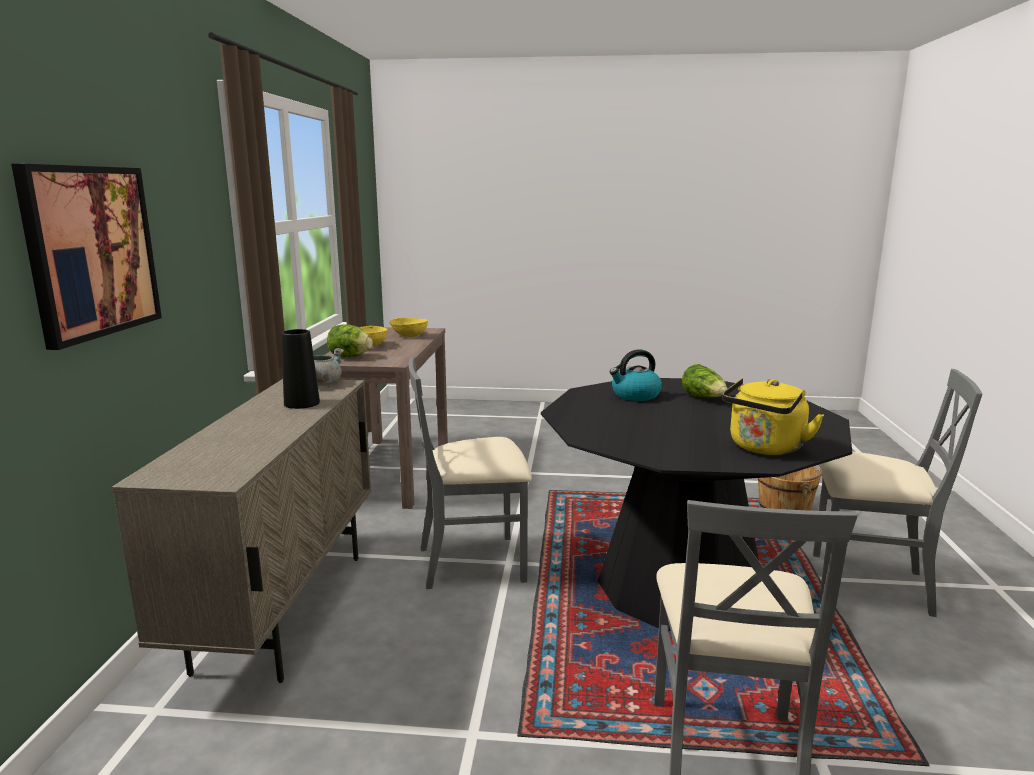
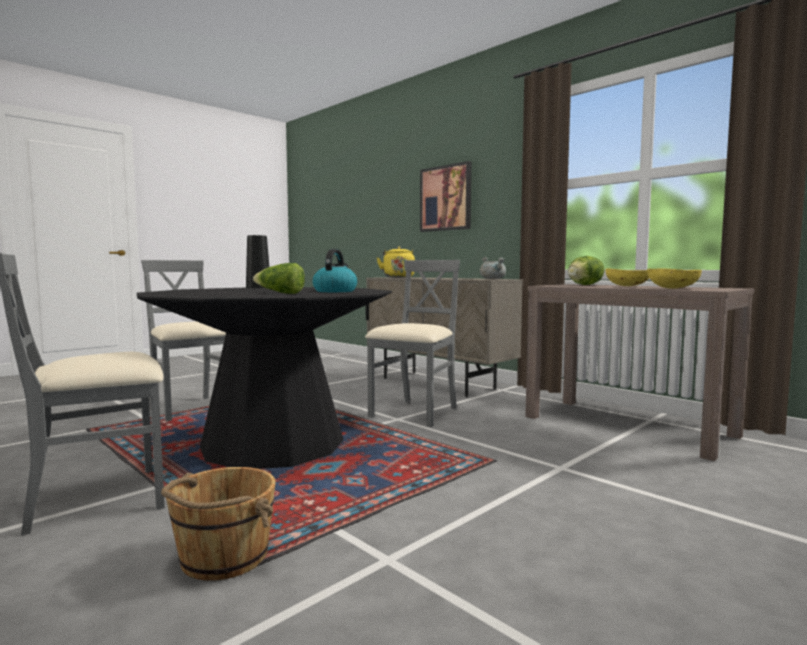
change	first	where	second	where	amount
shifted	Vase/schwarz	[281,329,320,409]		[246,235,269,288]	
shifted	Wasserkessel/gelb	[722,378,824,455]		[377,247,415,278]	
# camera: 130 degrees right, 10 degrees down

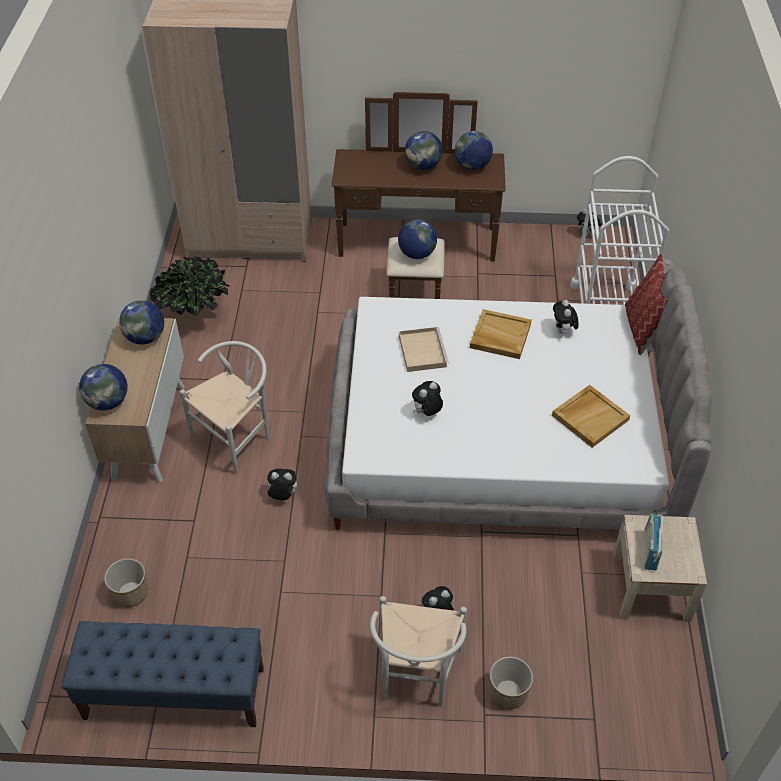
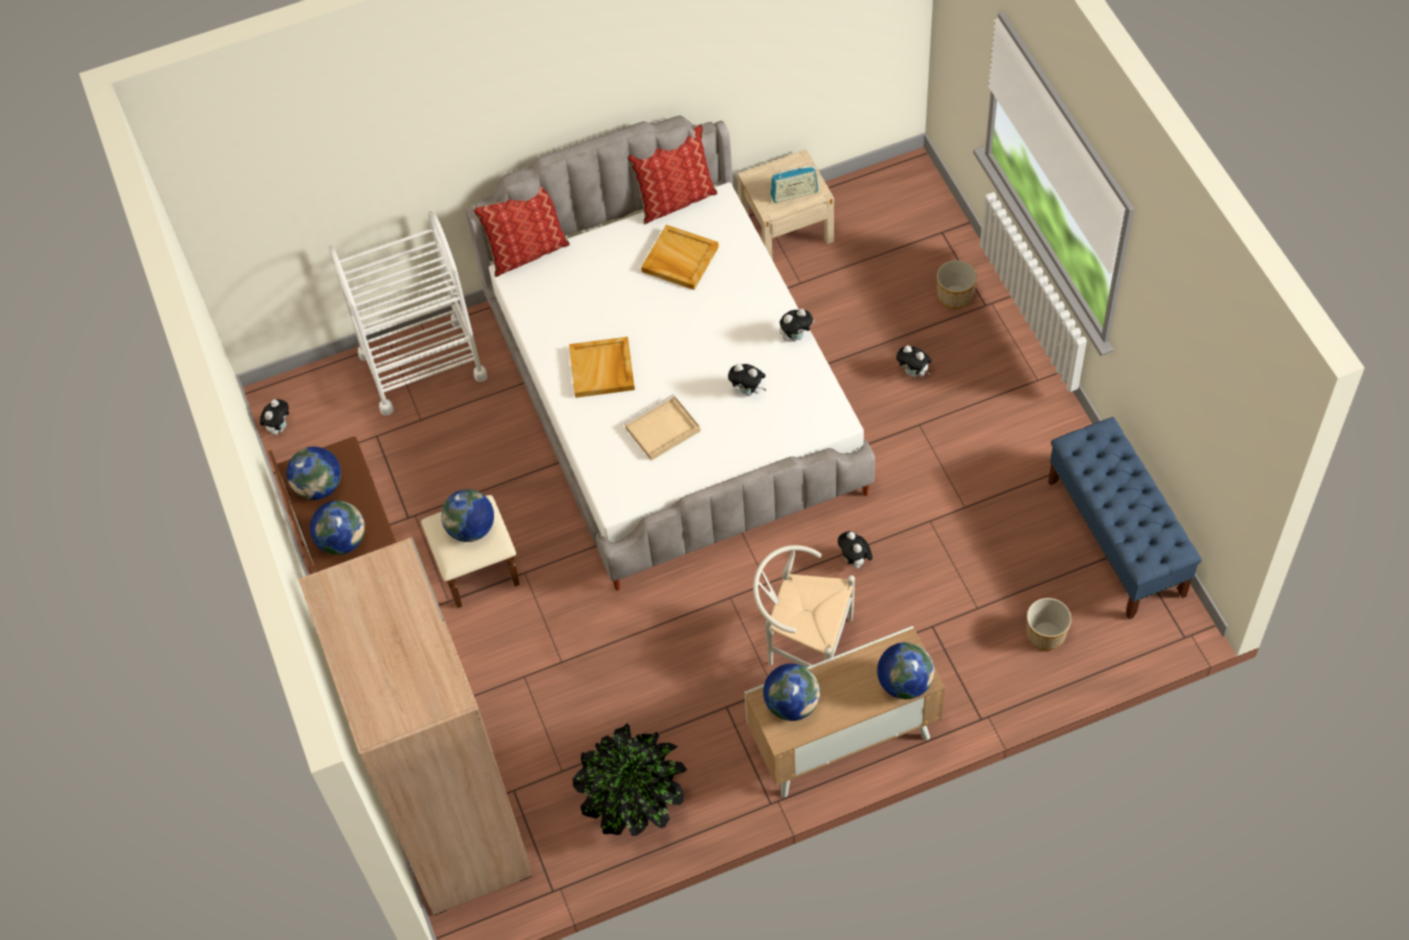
change	first	where	second	where	amount
gone	Stuhl/weiß	[370,596,467,707]			
new			Kissen	[628,123,717,224]	
shifted	Plüschtier	[553,300,579,334]		[780,309,814,342]	
# camera: 110 degrees left, 10 degrees up

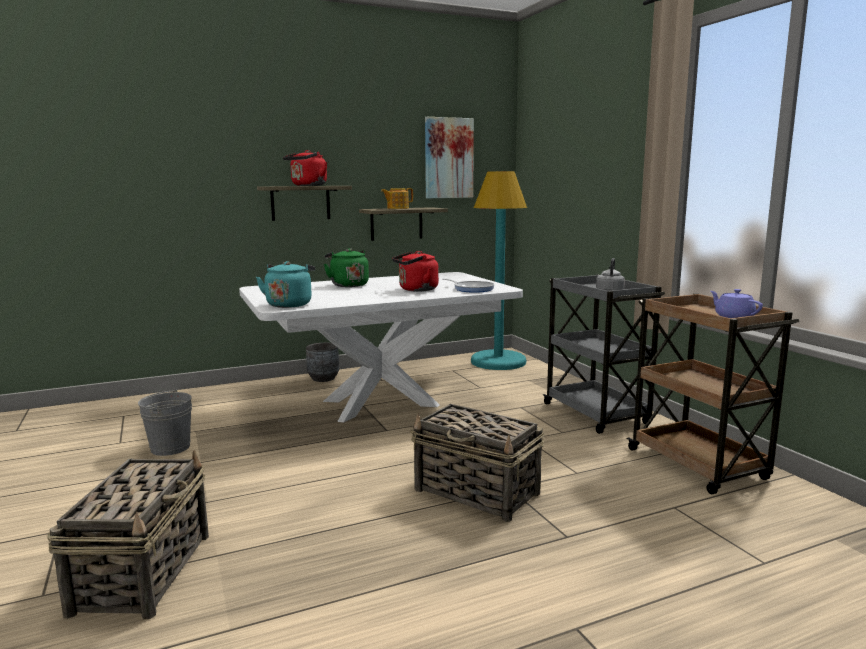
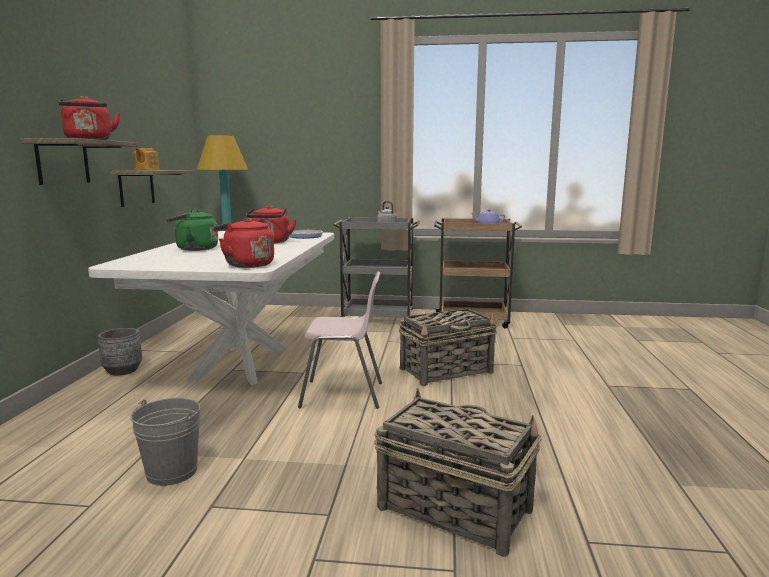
change	first	where	second	where	amount
gone	Bild	[425,117,474,198]			
new			Stuhl/rosa	[298,272,382,409]	
repainted	Wasserkessel/türkis	[256,261,315,308]	Wasserkessel/rot	[214,218,274,268]	
# camera: 60 degrees left, 0 degrees up

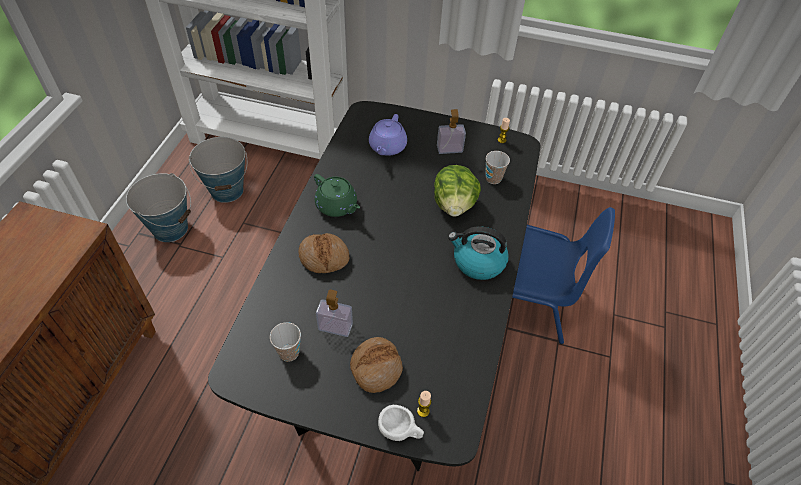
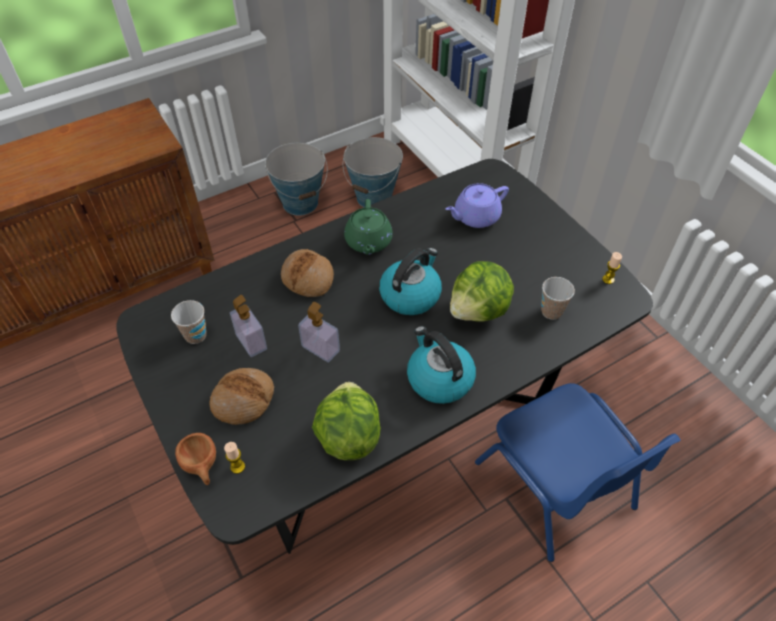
change	first	where	second	where	amount
new			Salatkopf	[312,382,381,460]	
new			Wasserkessel	[379,248,442,315]	
shifted	Seifenspender	[437,109,466,154]		[298,302,340,363]	
repainted	Tasse/weiß	[378,405,424,441]	Tasse/braun	[175,433,216,485]	
# camera: 45 degrees right, 0 degrees up

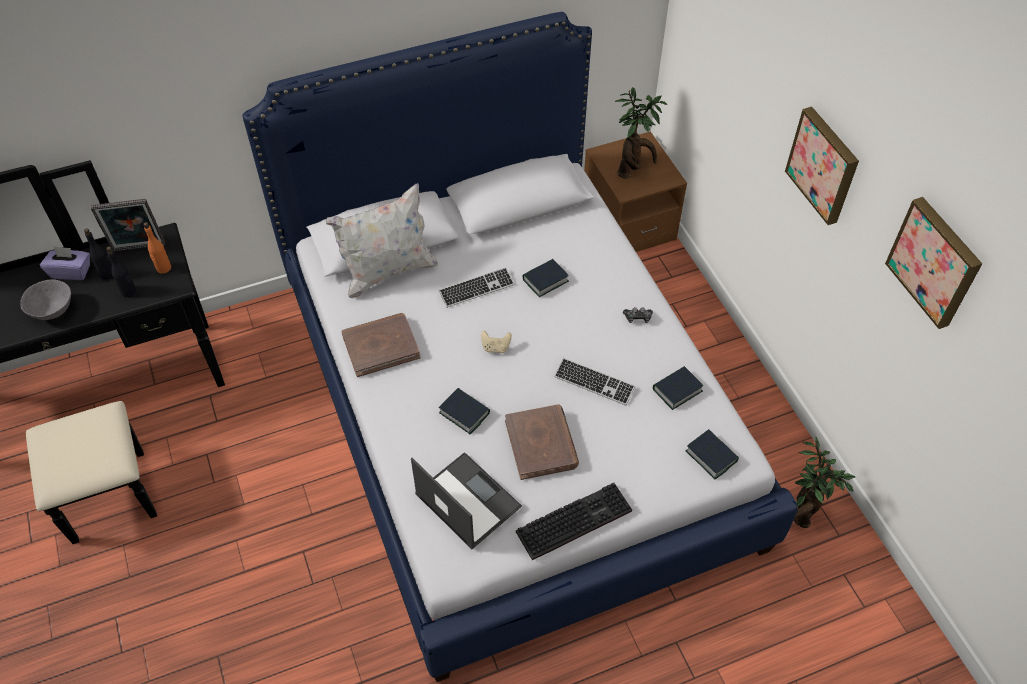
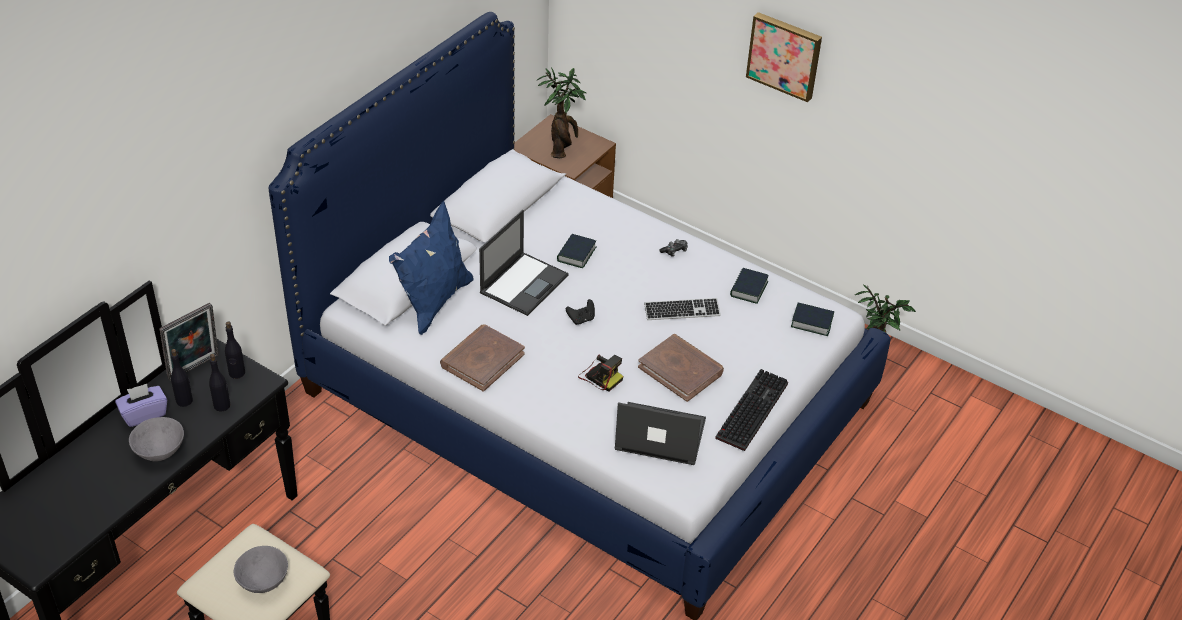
change	first	where	second	where	amount
gone	Bild	[885,197,982,329]			
new			Schüssel/grau	[234,546,288,593]	
swapped	Tastatur	[439,267,514,308]	Laptop	[479,210,569,316]	
swapped	Buch	[439,388,490,434]	Kamera	[578,354,623,392]	
repainted	Flasche/orange	[143,222,171,273]	Flasche/schwarz	[225,321,245,379]	
repainted	Kissen/weiß	[326,183,438,298]	Kissen/blau	[389,201,474,335]	
repainted	Gamepad/beige	[481,330,512,353]	Gamepad/schwarz	[566,299,595,325]	
# camera: 35 degrees left, 10 degrees down

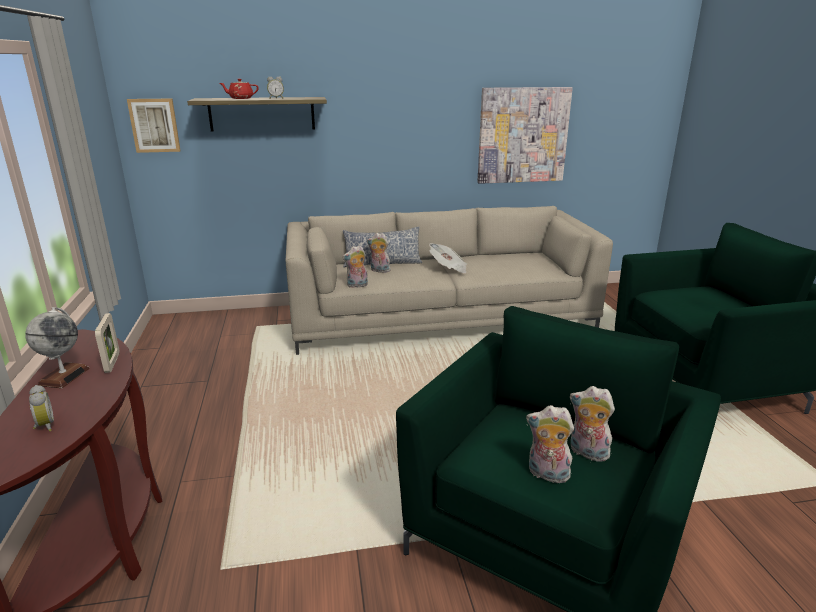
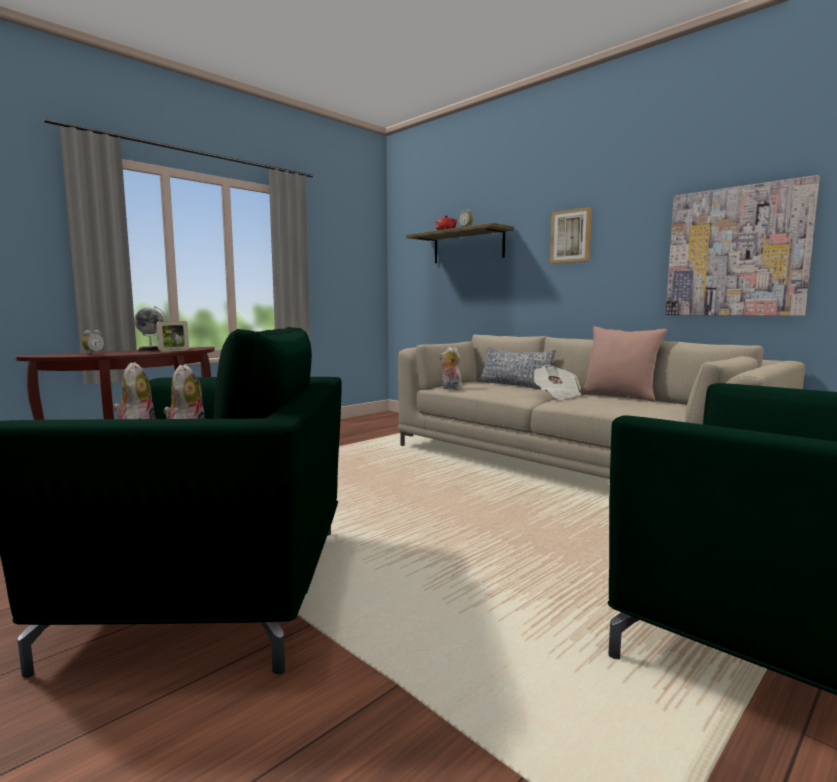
change	first	where	second	where	amount
gone	Plüschtier	[367,233,391,273]			
new			Kissen/rosa	[582,326,667,402]	
shifted	Bild	[127,99,181,153]		[550,207,592,264]	
# camera: 55 degrees right, 15 degrees down

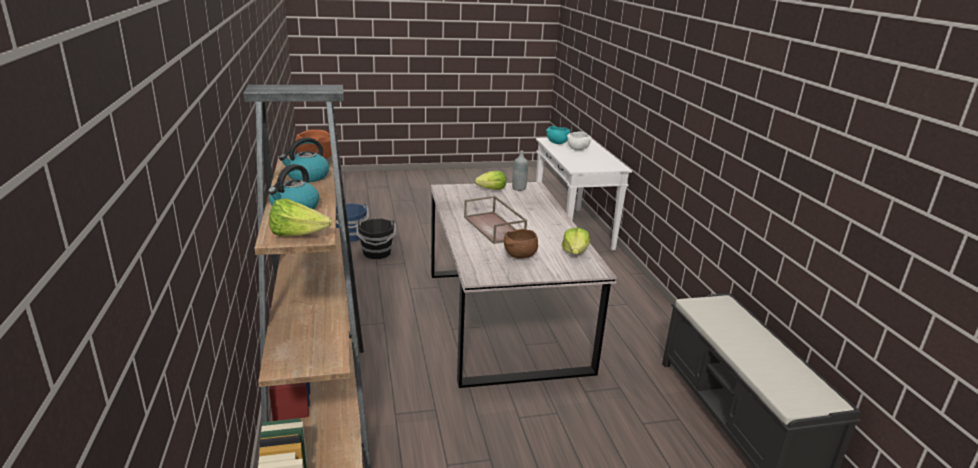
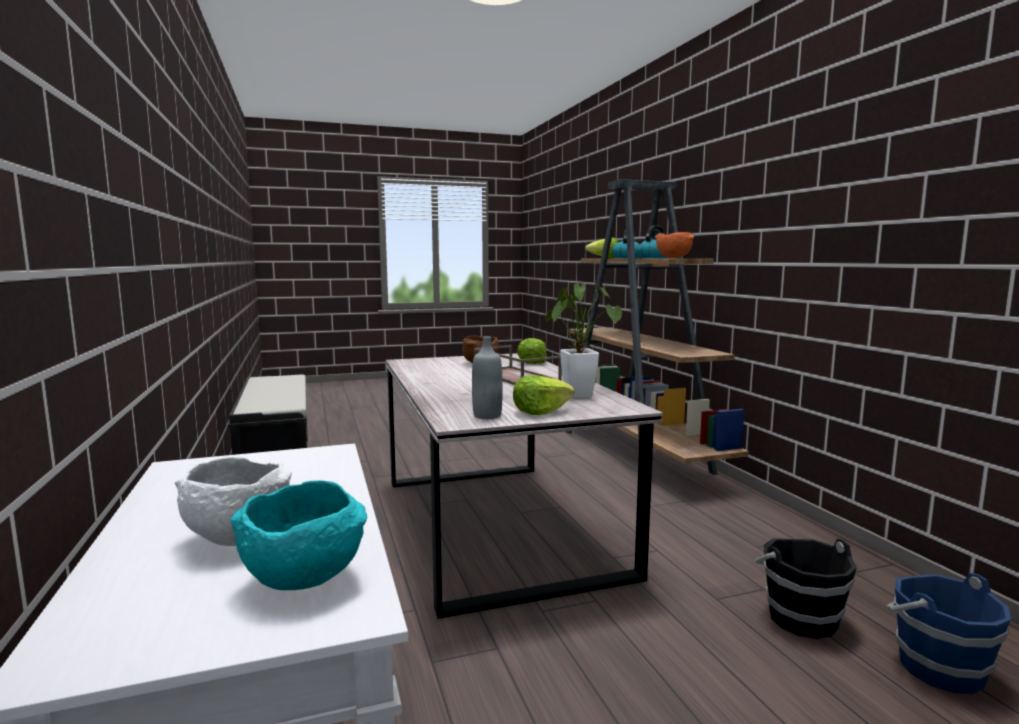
change	first	where	second	where	amount
new			Topfpflanze	[545,282,622,398]	
shifted	Salatkopf	[562,227,590,255]		[517,338,547,364]	
# camera: 175 degrees right, 15 degrees down

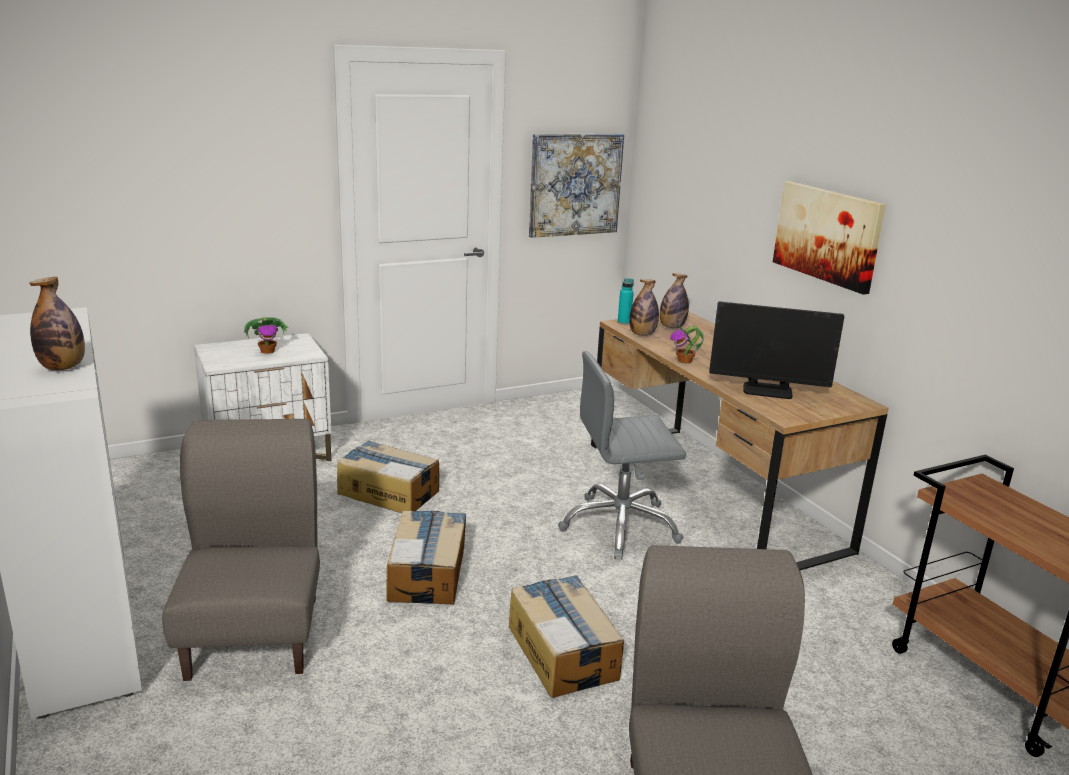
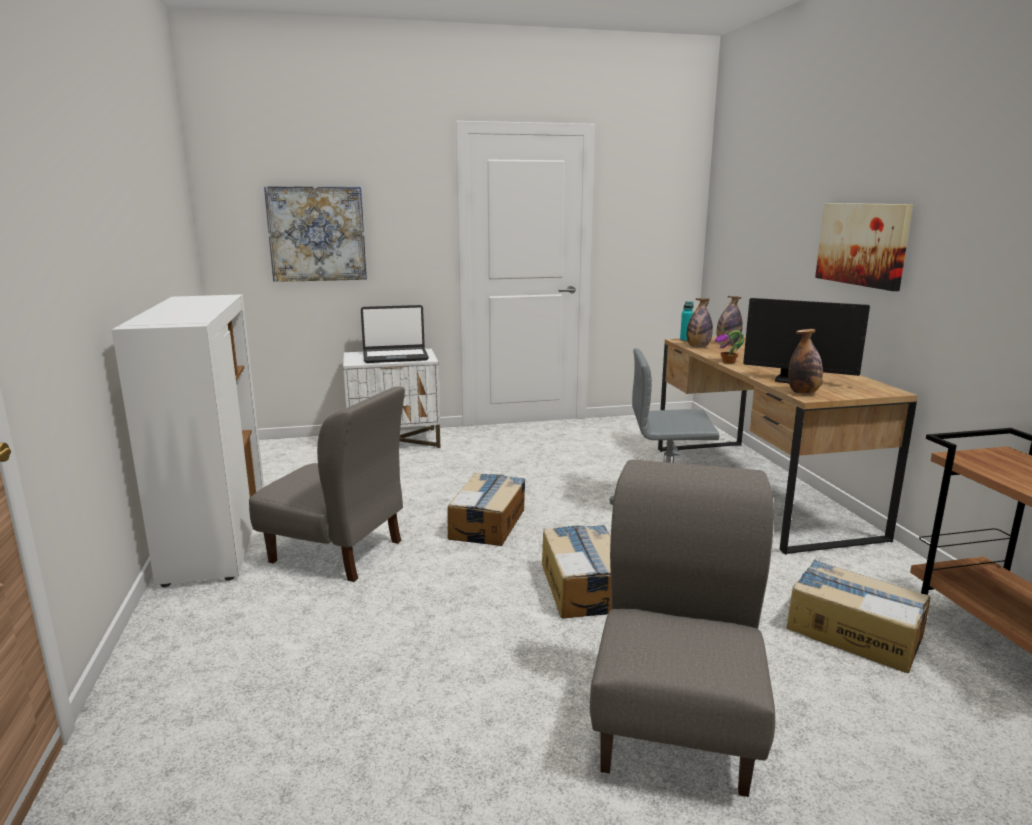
change	first	where	second	where	amount
shifted	Flasche	[29,277,85,370]		[788,329,823,394]	
shifted	Karton	[337,440,439,513]		[787,559,931,673]	
shifted	Bild	[529,133,624,238]		[264,186,367,282]	
swapped	Topfpflanze	[244,317,289,354]	Laptop	[361,305,429,363]	
rotated	Stuhl/grau	[162,419,320,681]		[249,386,405,582]	105 degrees clockwise
# camera: 15 degrees right, 5 degrees down

